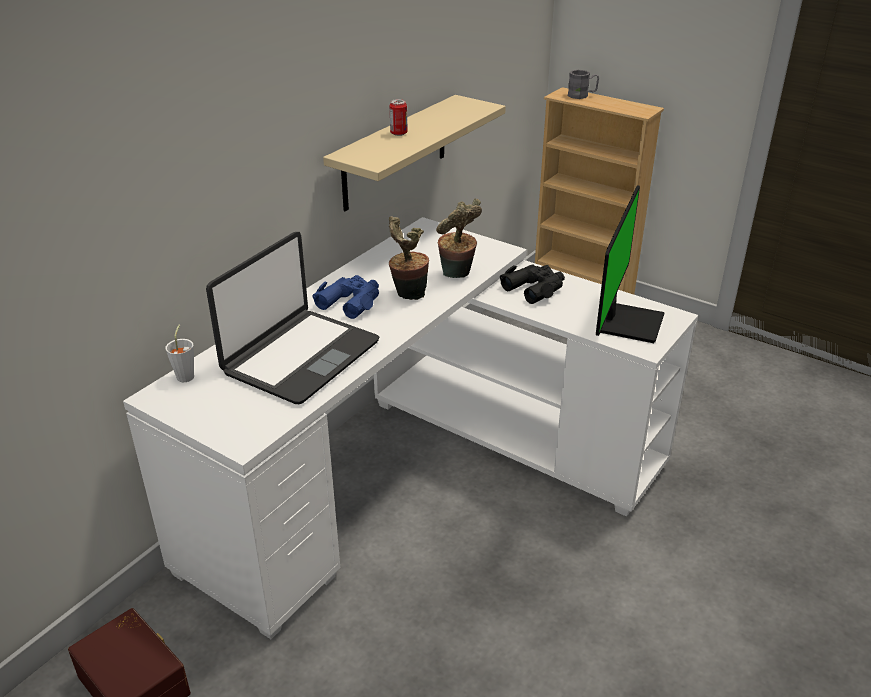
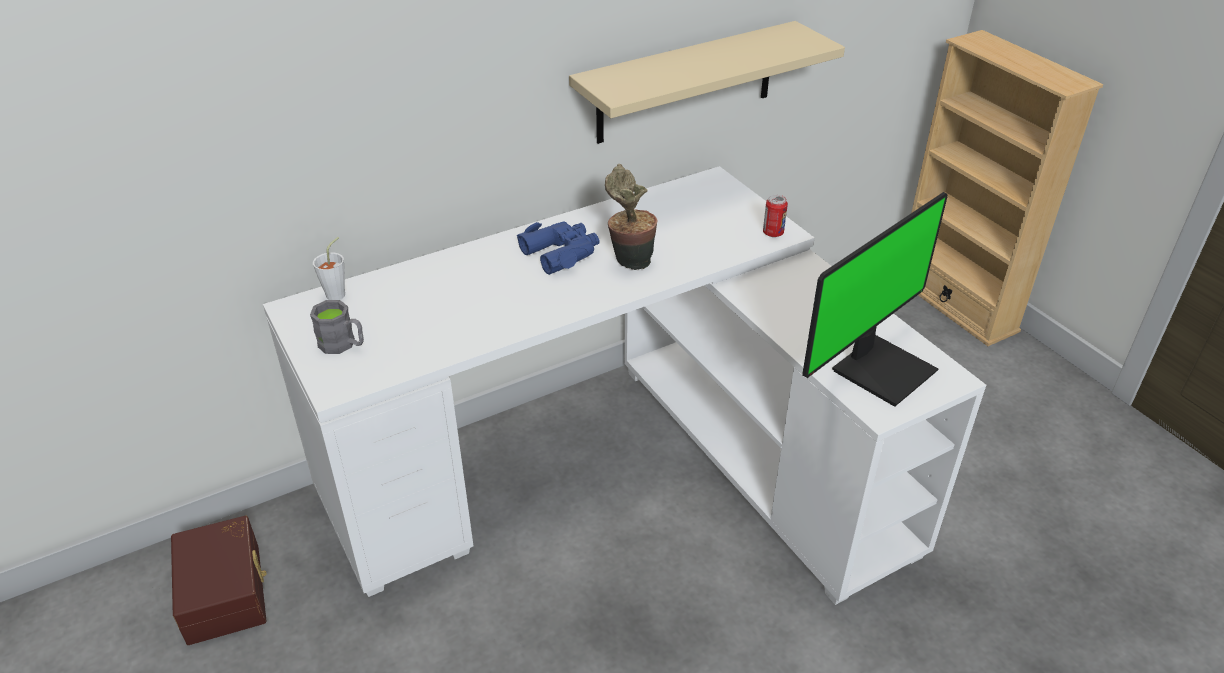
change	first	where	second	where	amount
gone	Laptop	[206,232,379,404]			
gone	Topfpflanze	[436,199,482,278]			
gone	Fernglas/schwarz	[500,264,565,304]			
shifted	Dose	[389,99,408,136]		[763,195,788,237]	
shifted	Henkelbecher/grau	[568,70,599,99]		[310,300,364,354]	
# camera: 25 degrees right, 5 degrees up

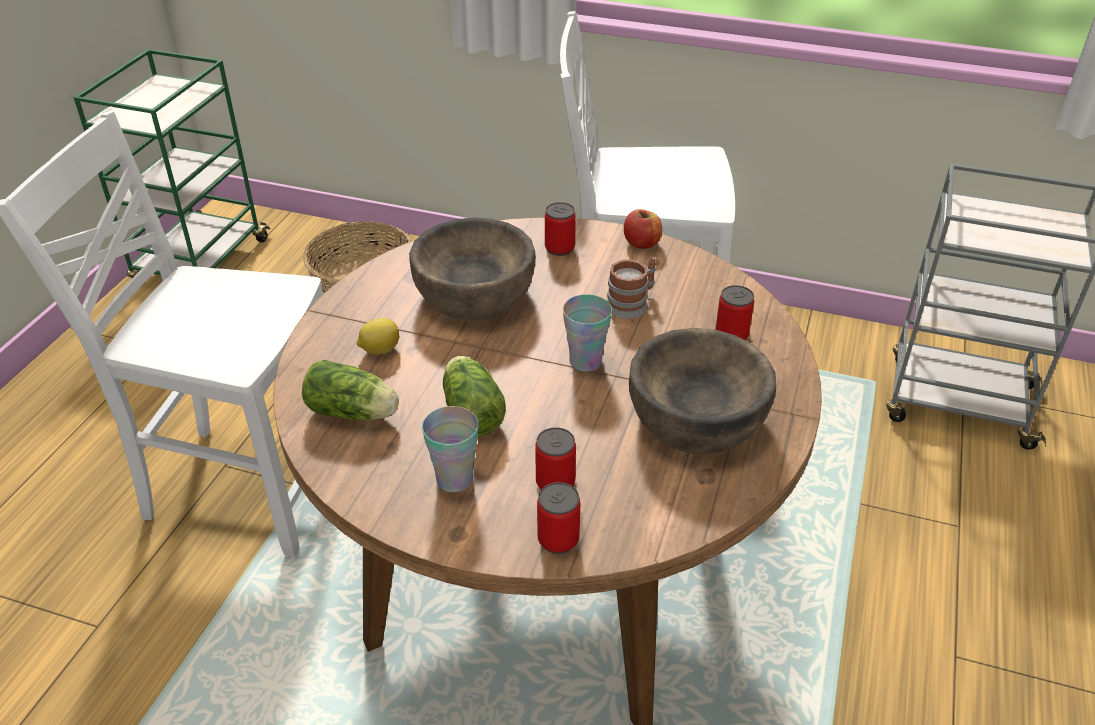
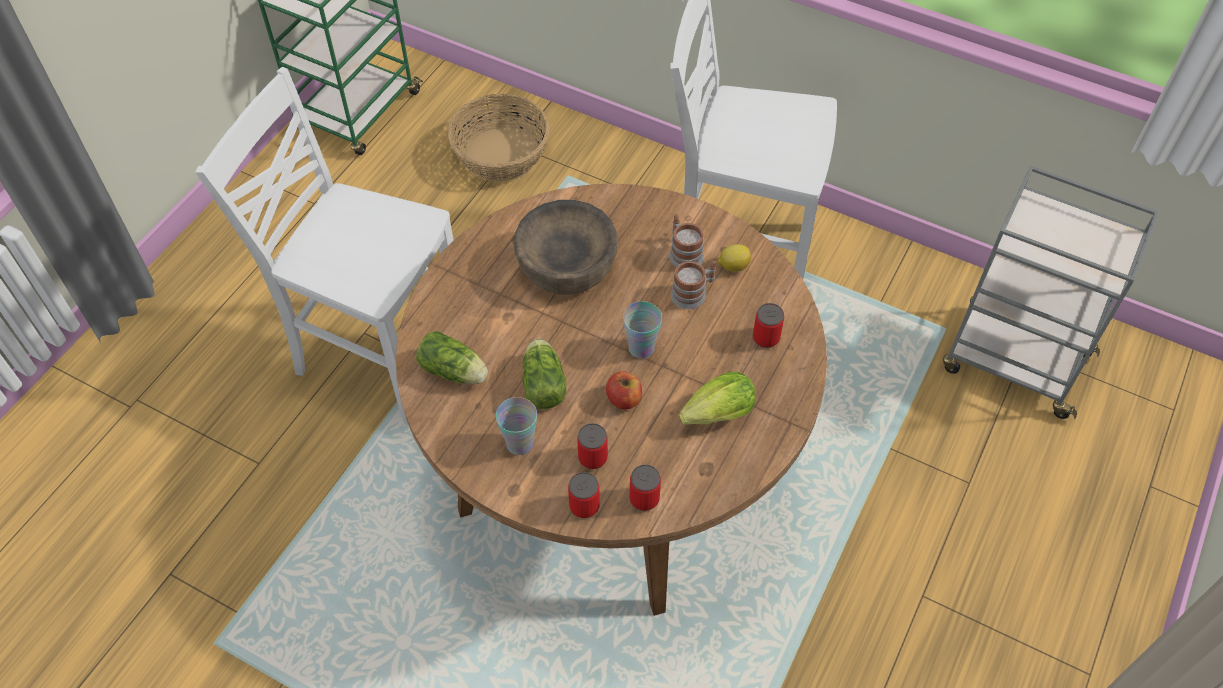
change	first	where	second	where	amount
new			Henkelbecher	[669,214,704,267]	
shifted	Zitrone	[356,318,399,354]		[718,244,751,272]	
shifted	Dose	[545,202,576,256]		[630,465,661,511]	
shifted	Apfel	[624,209,662,249]		[606,371,642,410]	
swapped	Schüssel/braun	[629,328,776,454]	Salatkopf	[679,372,756,425]	
# camera: 10 degrees right, 15 degrees up

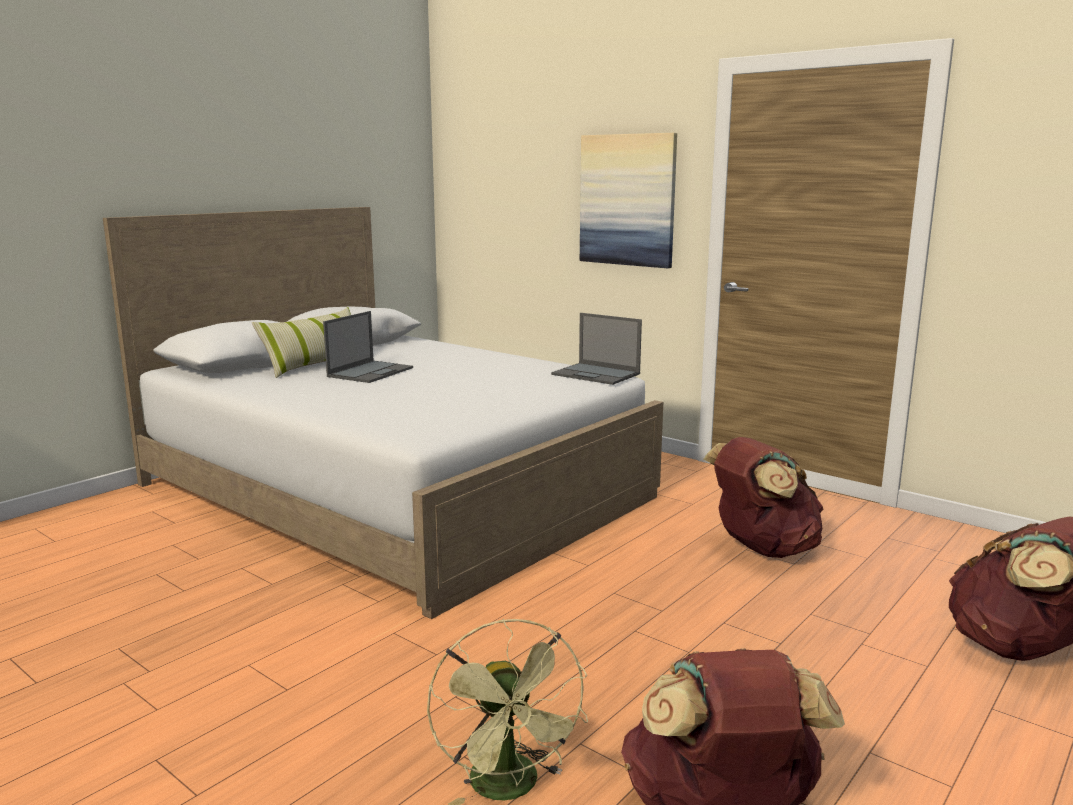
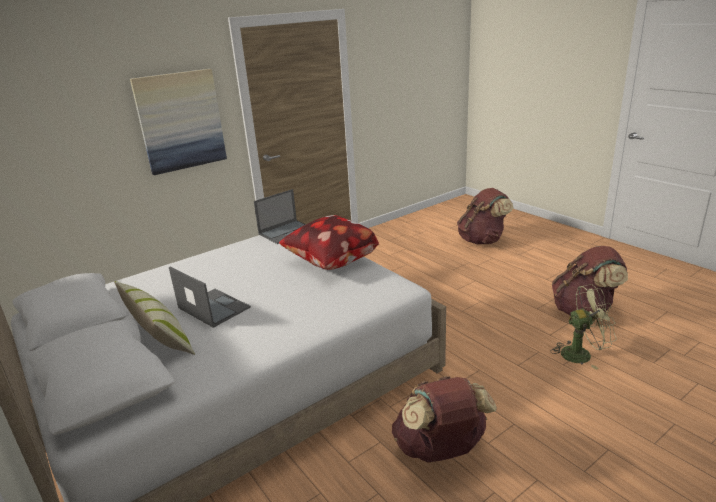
change	first	where	second	where	amount
new			Kissen	[279,215,379,270]	
shifted	Rucksack/braun	[703,437,823,558]		[392,376,497,463]	
# camera: 75 degrees left, 10 degrees up

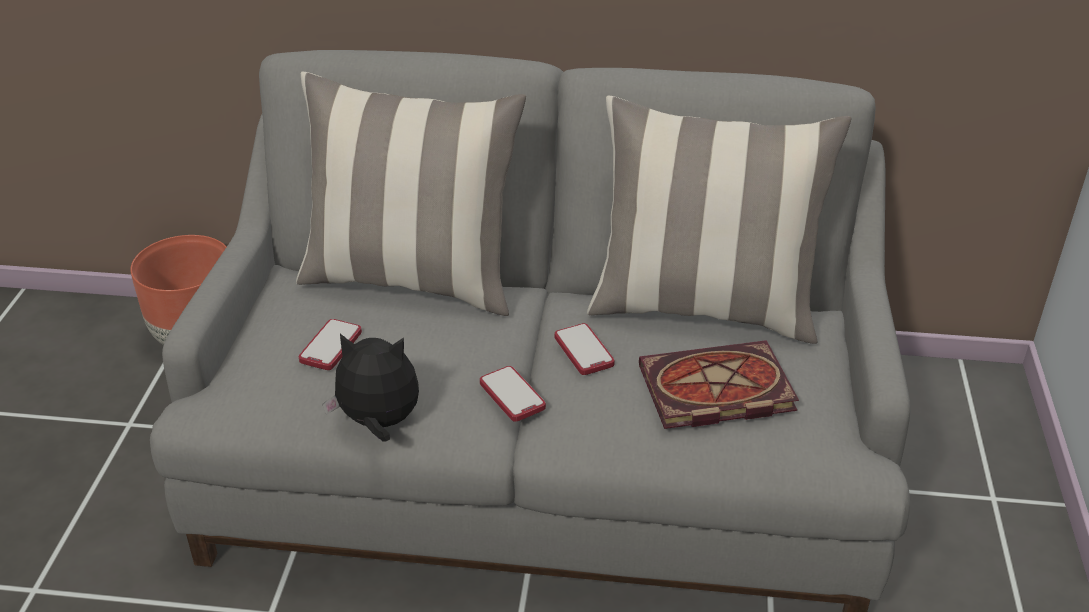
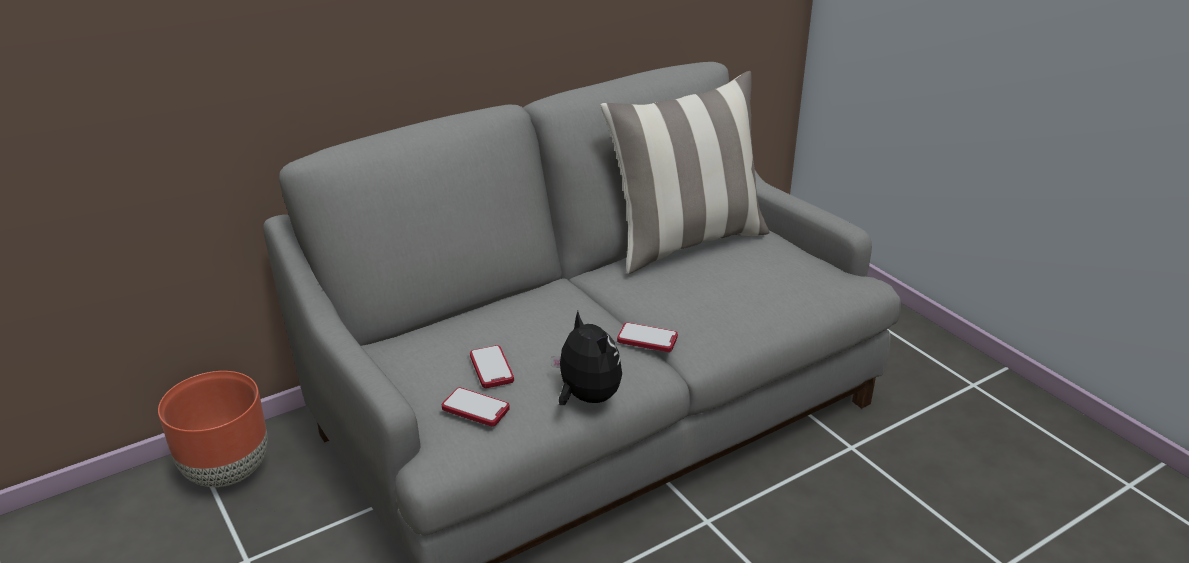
change	first	where	second	where	amount
gone	Kissen	[296,72,526,316]			
gone	Buch	[639,340,799,429]			
shifted	Handy	[555,323,615,375]		[442,387,510,427]	
rotated	Plüschtier	[323,334,419,441]		[551,311,622,405]	90 degrees clockwise
# camera: 40 degrees left, 5 degrees down

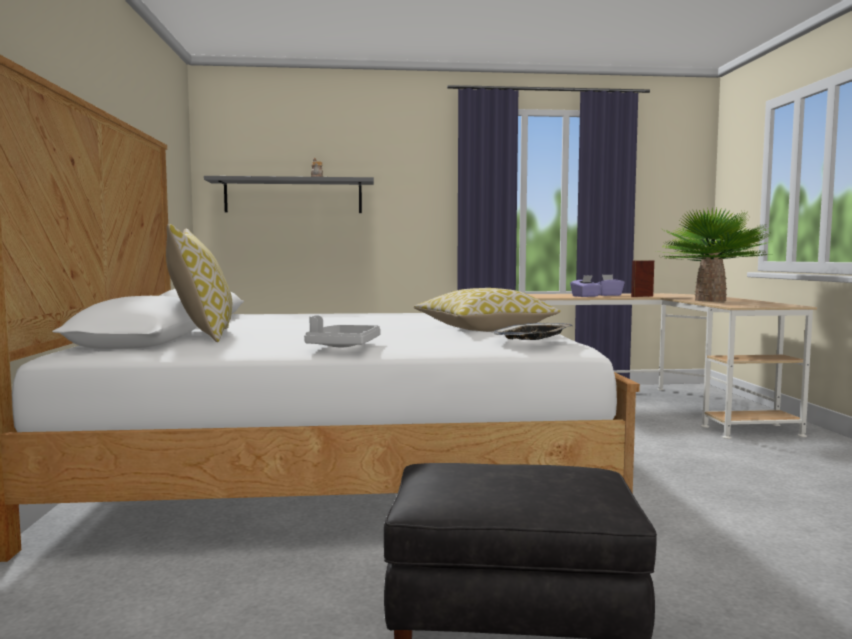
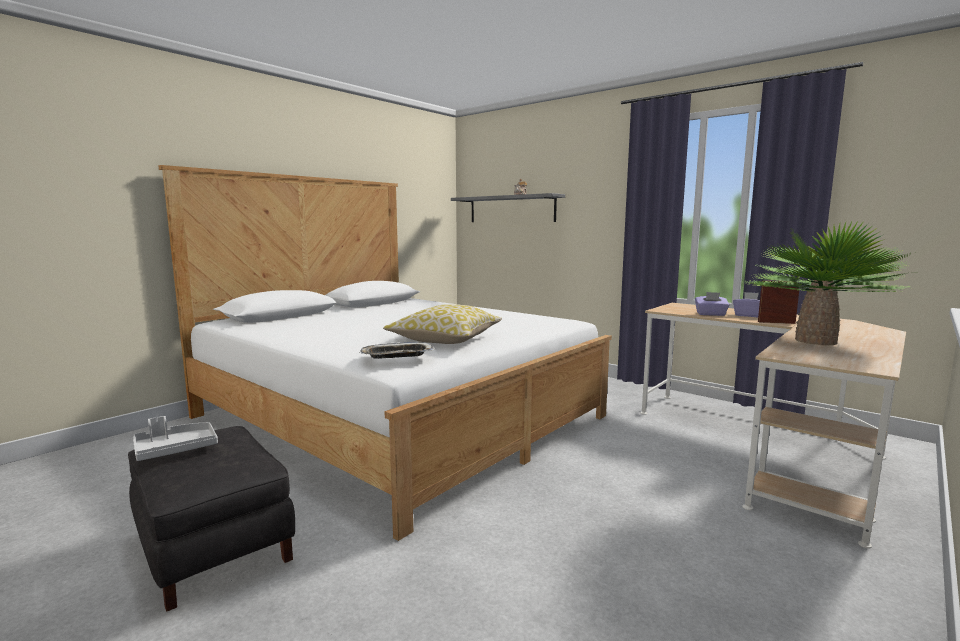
change	first	where	second	where	amount
gone	Kissen	[166,224,232,342]			
shifted	Tablett/grau	[304,315,381,347]		[133,416,218,461]	
# camera: 45 degrees right, 5 degrees up

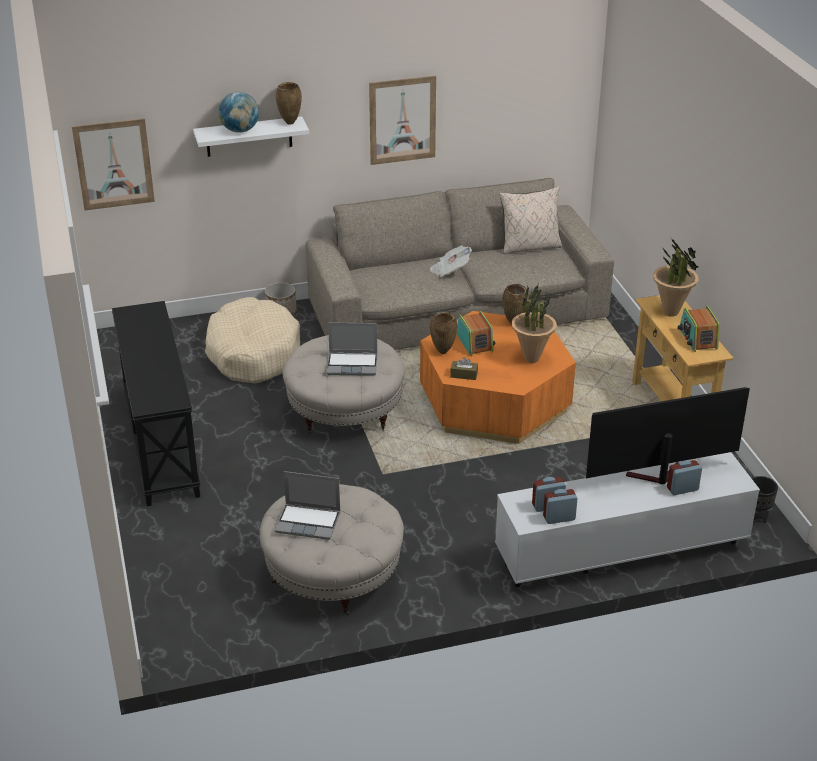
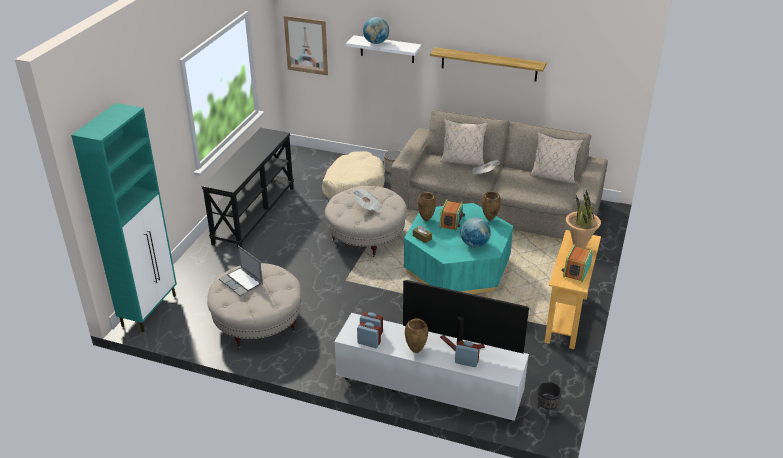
change	first	where	second	where	amount
new			Schrank/türkis	[71,103,177,333]	
new			Kissen/beige	[441,119,488,166]	
shifted	Vase/braun	[276,82,302,125]		[405,318,428,353]	
swapped	Laptop	[327,323,377,376]	Zeitung	[353,189,381,212]	
swapped	Bild	[369,76,436,165]	Wandregal	[430,47,547,82]	
swapped	Topfpflanze	[512,284,557,363]	Globus	[460,217,491,247]	
repainted	Couchtisch/orange	[420,311,576,444]	Couchtisch/türkis	[404,203,513,294]	
# camera: 35 degrees right, 0 degrees up

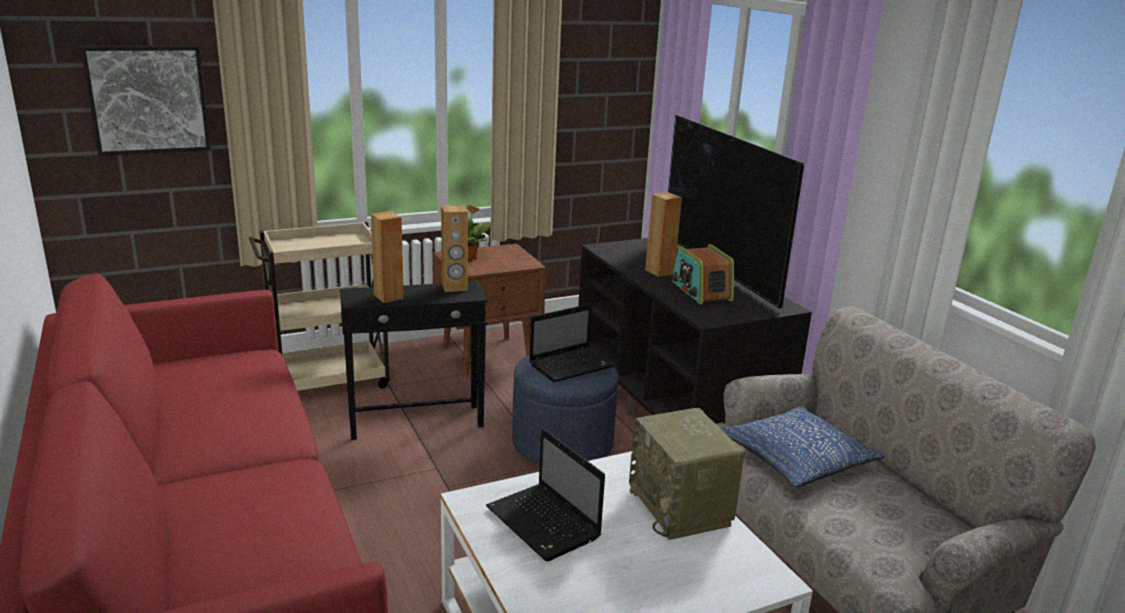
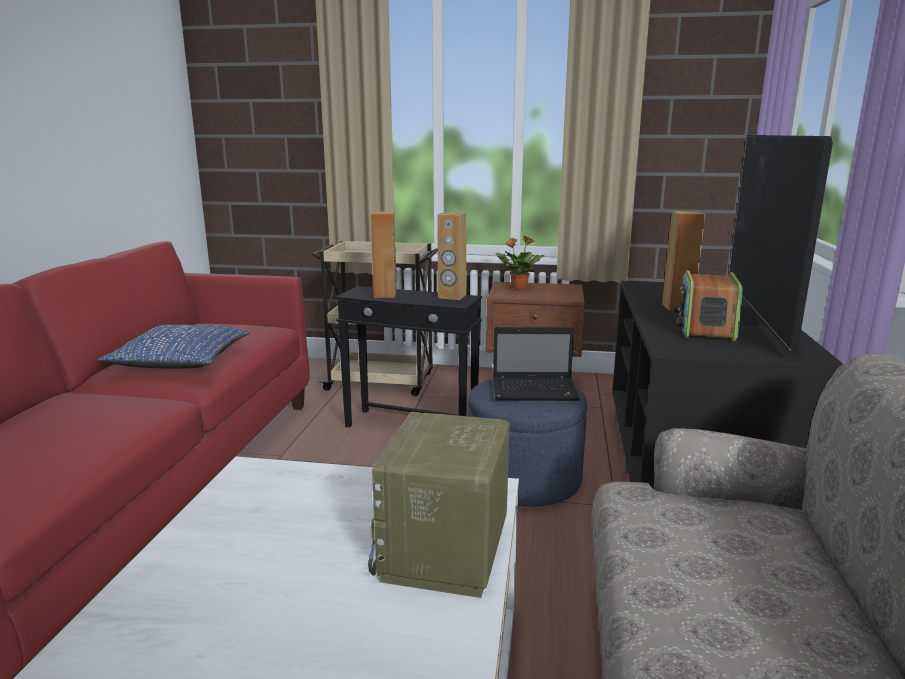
change	first	where	second	where	amount
gone	Bild	[81,45,211,156]			
gone	Laptop	[486,428,605,561]			
shifted	Kissen/blau	[721,406,885,487]		[97,325,250,369]	
# camera: 35 degrees right, 5 degrees down

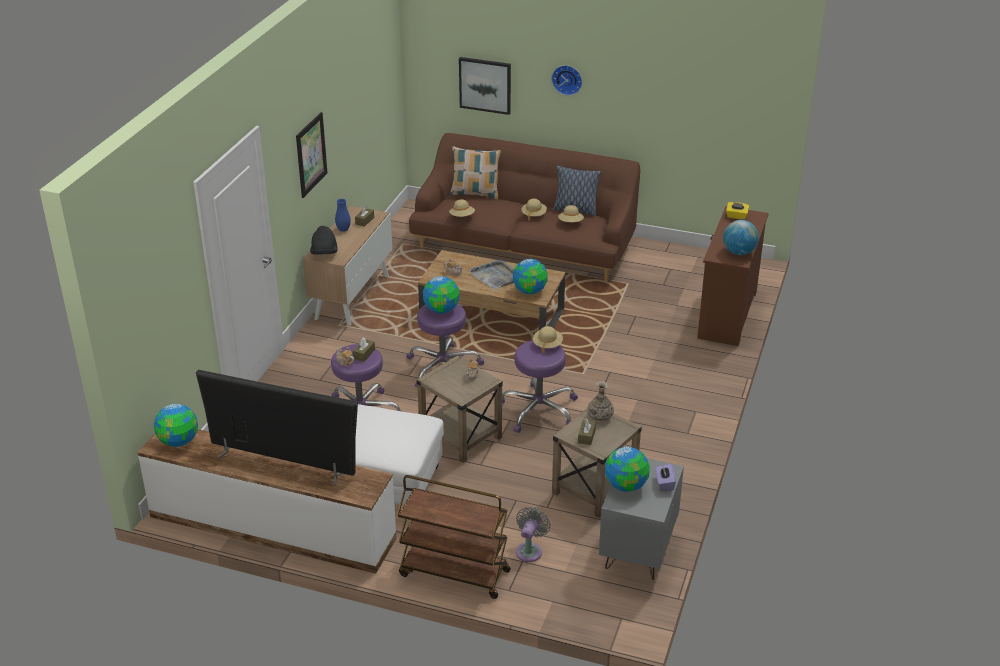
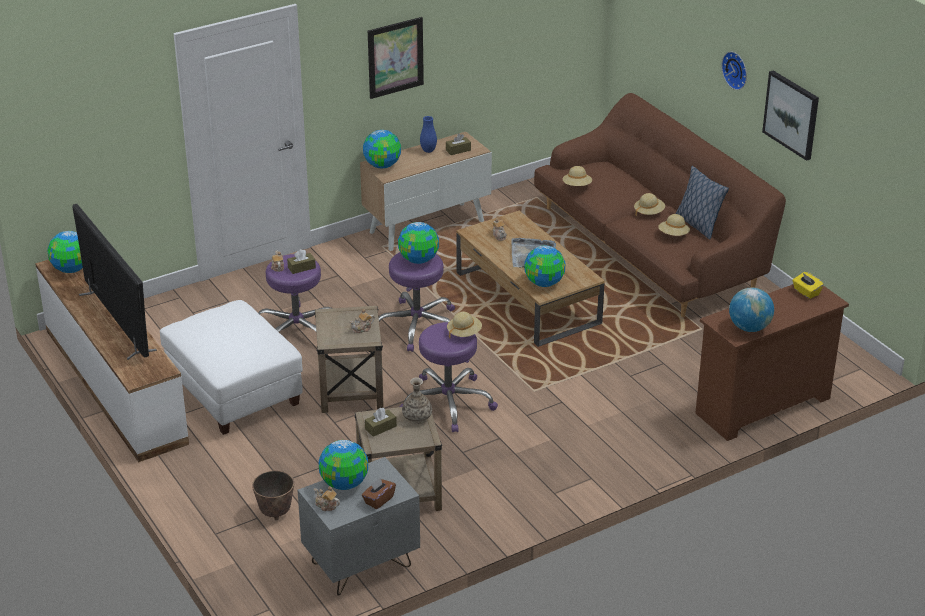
change	first	where	second	where	amount
gone	Rollwagen/braun	[397,475,511,599]			
gone	Kissen	[450,146,501,199]			
new			Teekanne	[314,486,340,511]	
shifted	Bild	[459,57,511,115]		[762,70,819,161]	
swapped	Hut/schwarz	[310,226,338,254]	Globus	[363,130,401,168]	
swapped	Ventilator/grau	[516,507,551,562]	Pflanzkübel	[252,471,294,521]	
repainted	Taschentuchbox/lila	[655,464,676,491]	Taschentuchbox/braun	[362,477,396,509]	
# camera: 40 degrees right, 0 degrees up

